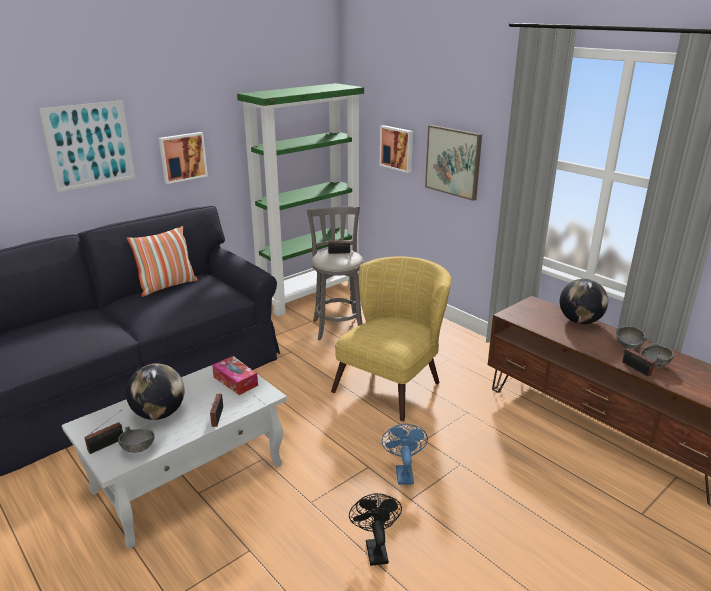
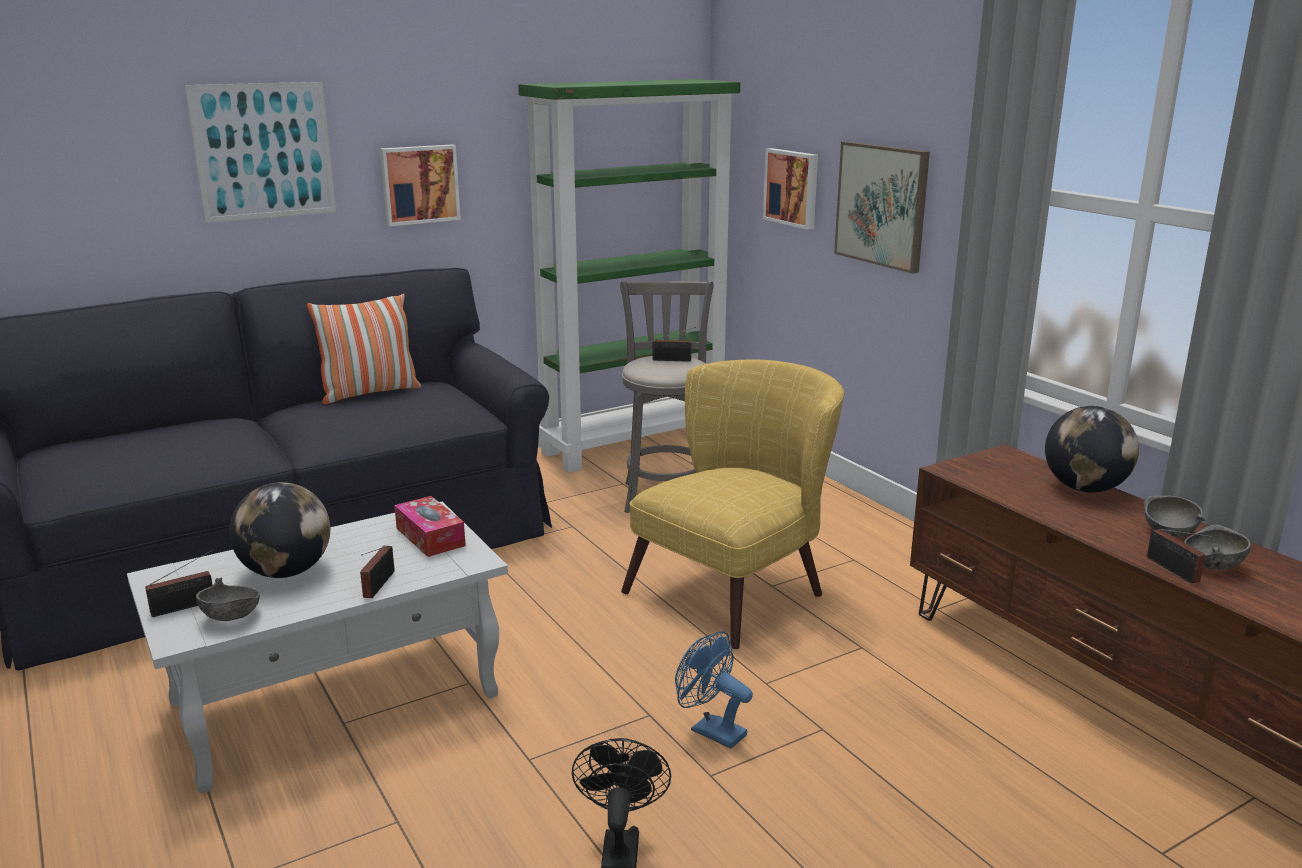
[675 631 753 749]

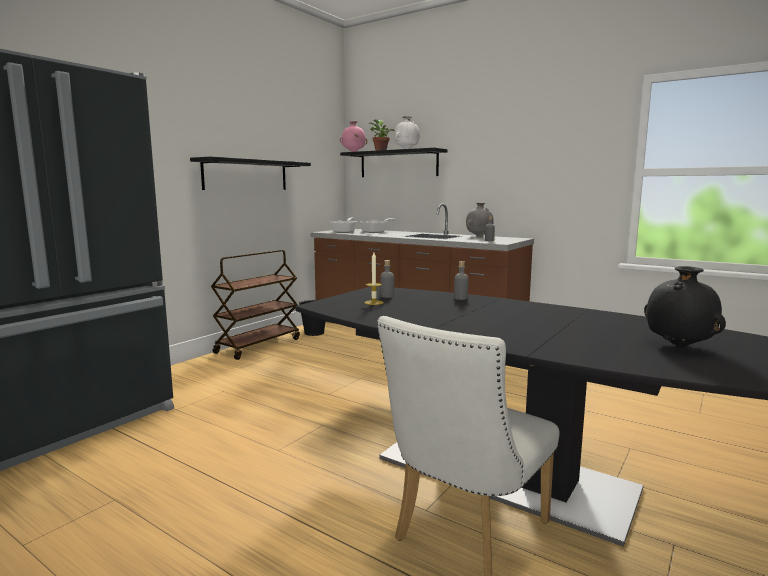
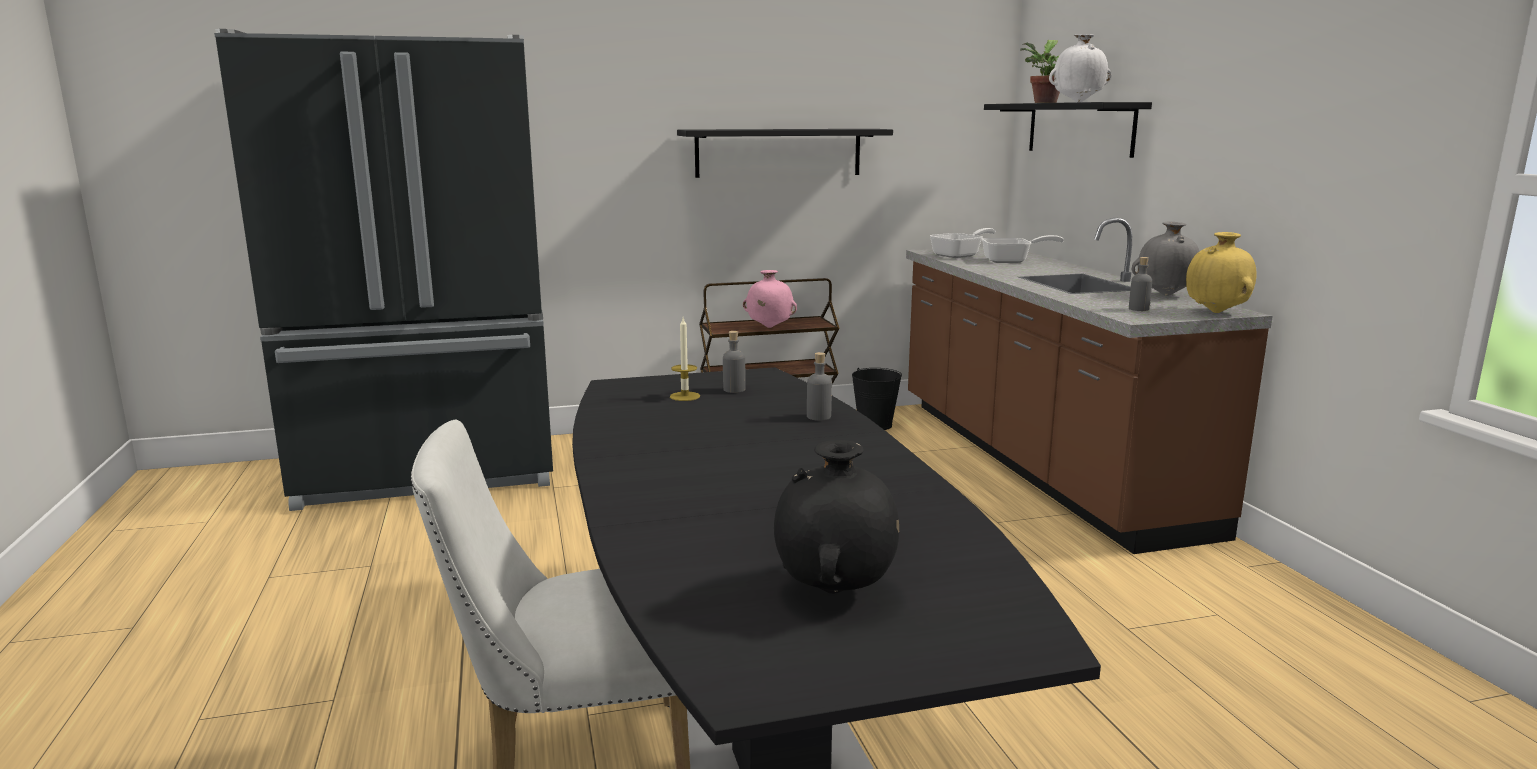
[743 270 797 328]
[1186 232 1257 313]

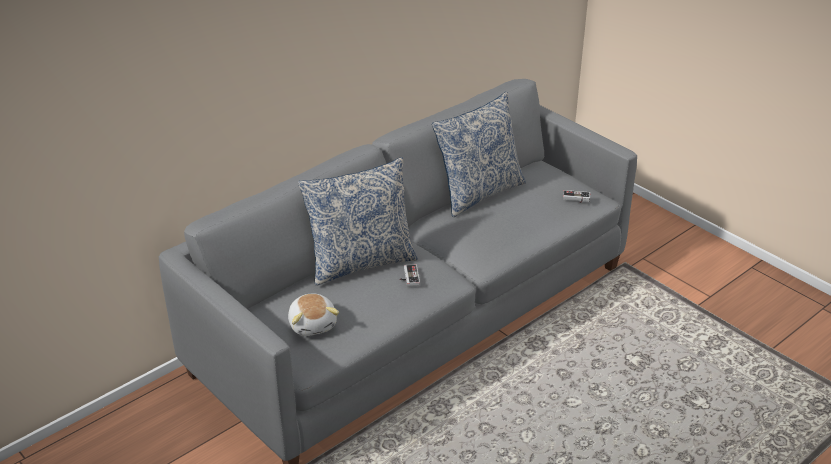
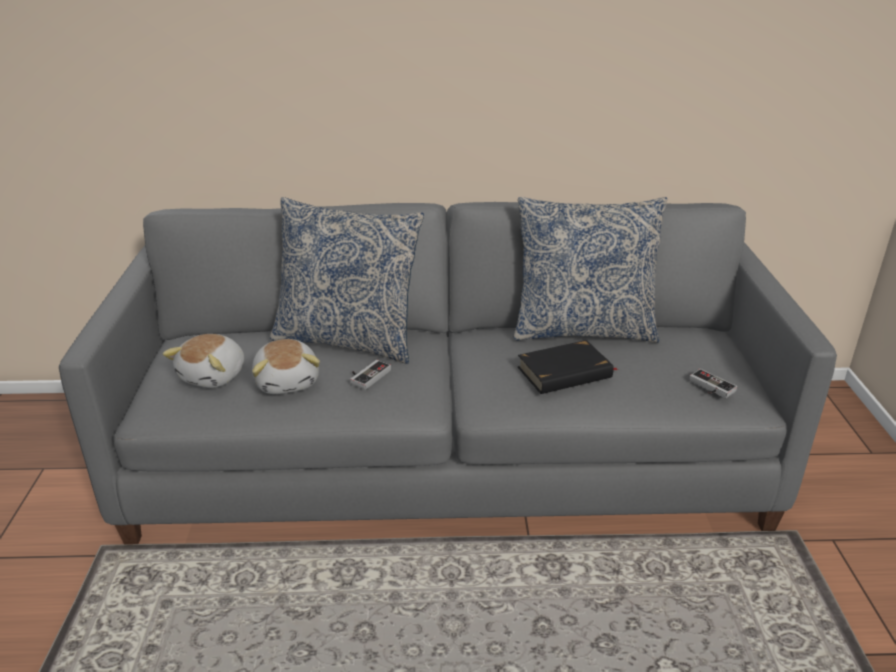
[252 339 320 394]
[518 340 619 394]

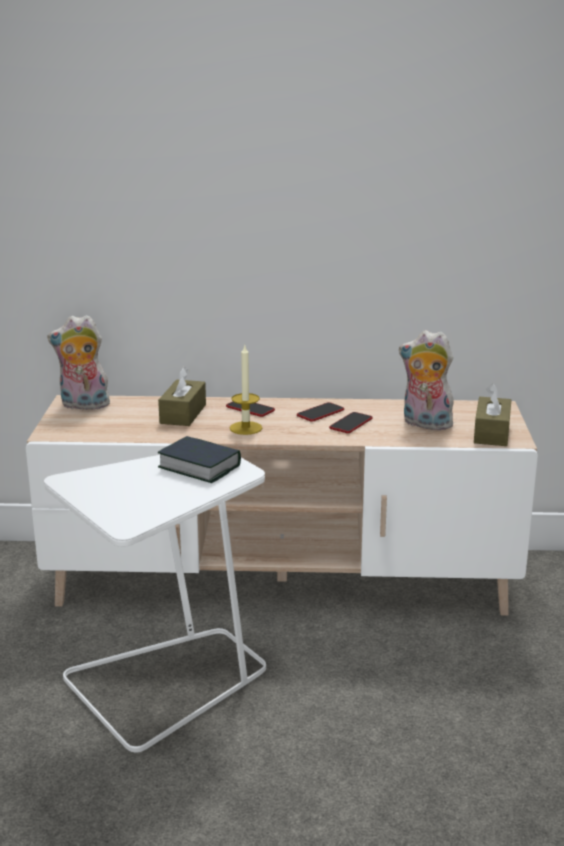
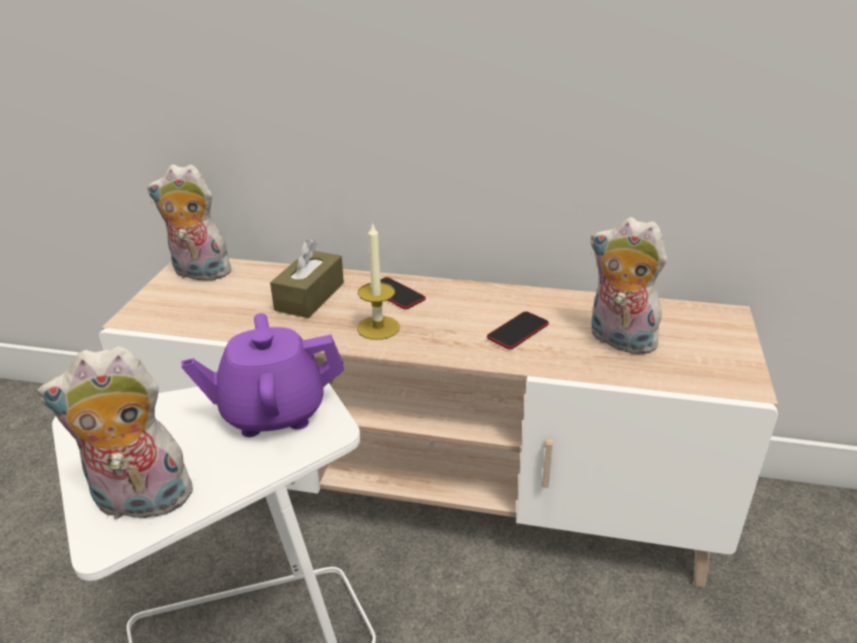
[37 346 196 525]
[181 313 344 437]
[297 402 344 422] (first image)
[474 383 511 446] (first image)

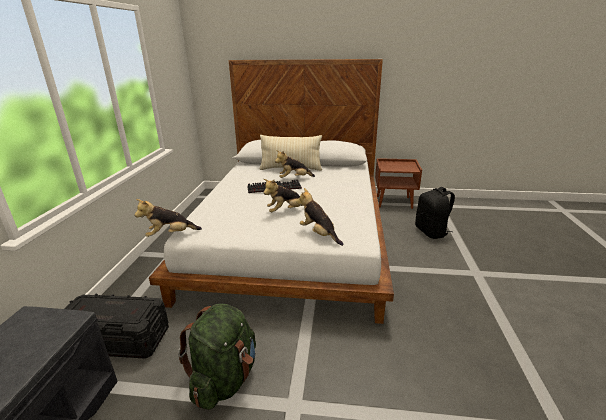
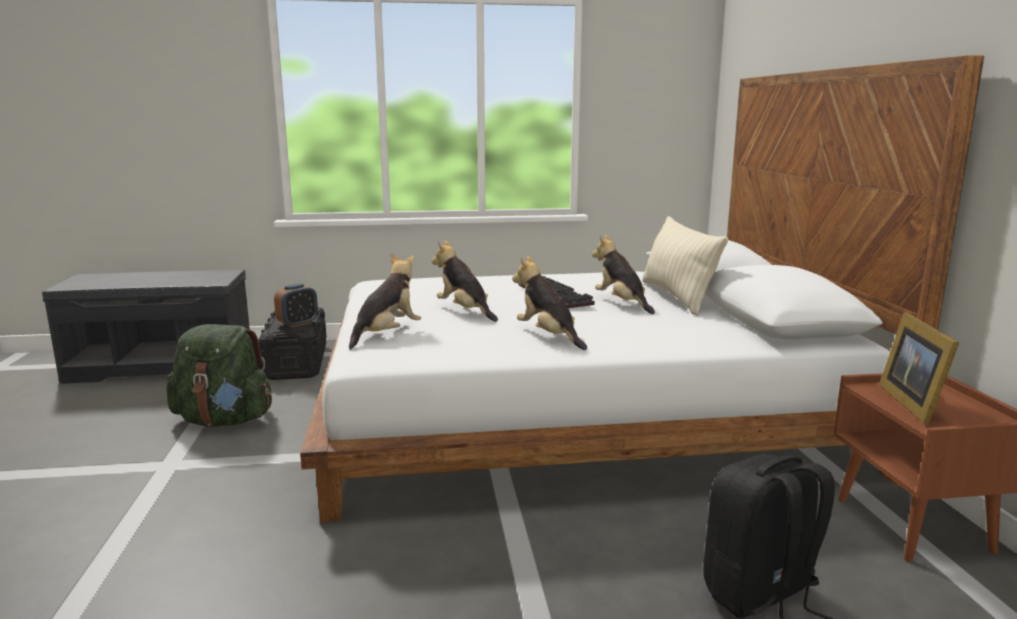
[274 283 318 328]
[512 255 587 350]
[879 312 959 425]

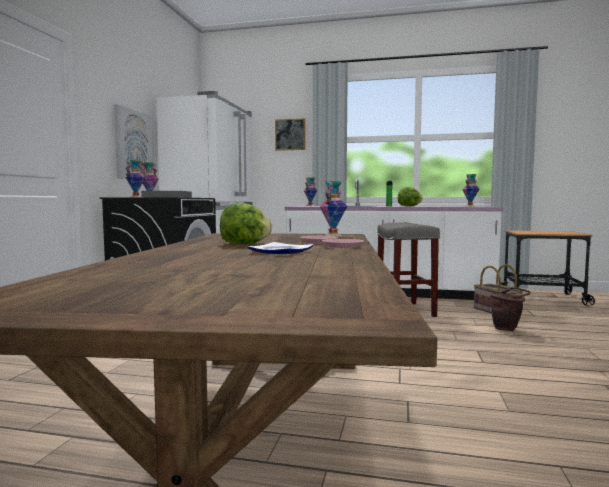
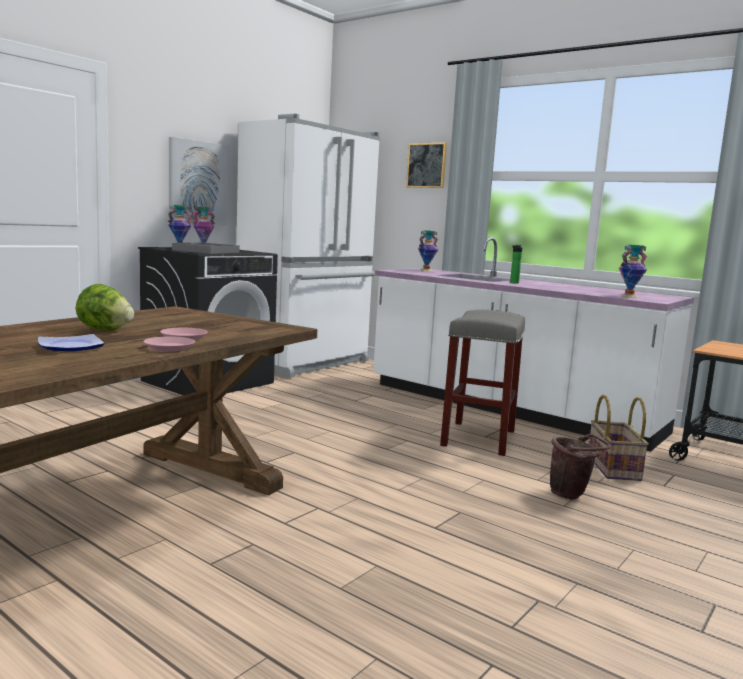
[319 181 347 236] (first image)
[398 187 423 207] (first image)

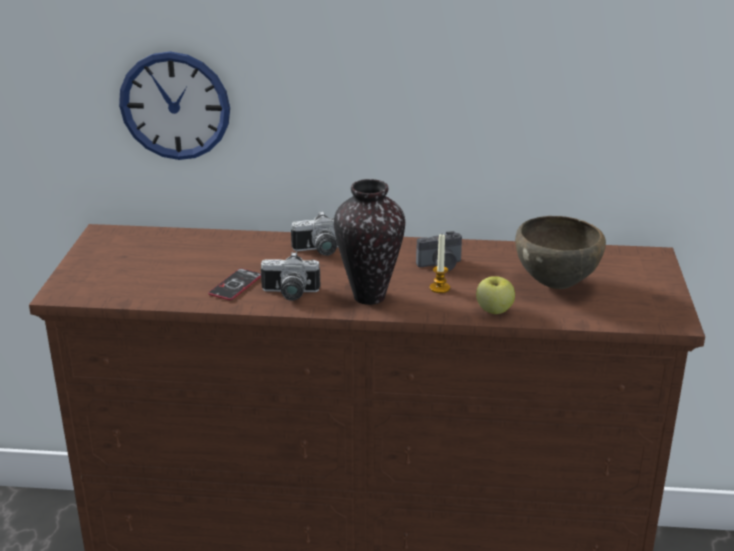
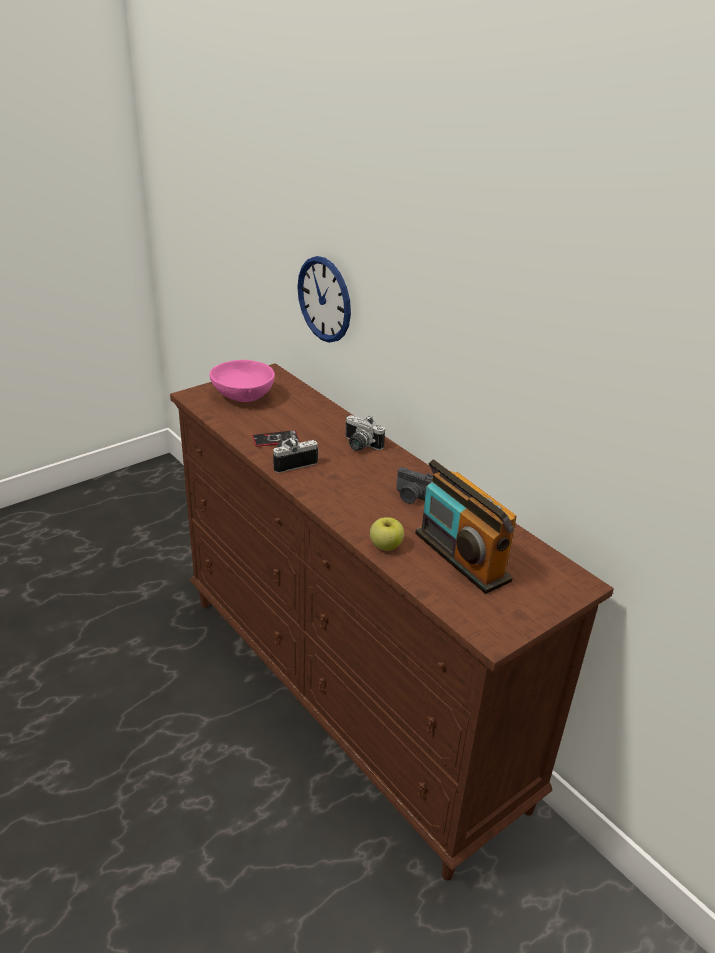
[209 360 275 402]
[273 438 318 473]
[415 459 517 594]
[334 179 405 305] (first image)
[430 234 450 293] (first image)

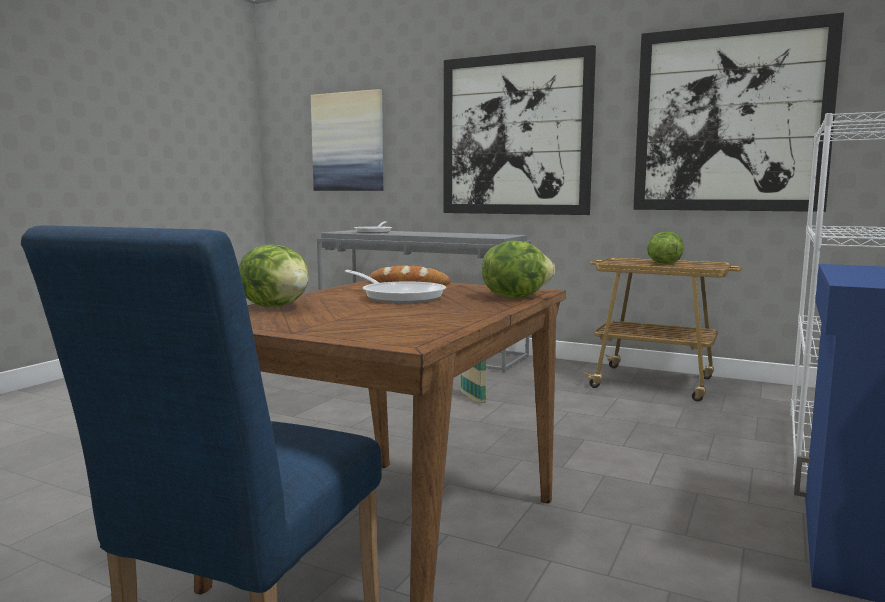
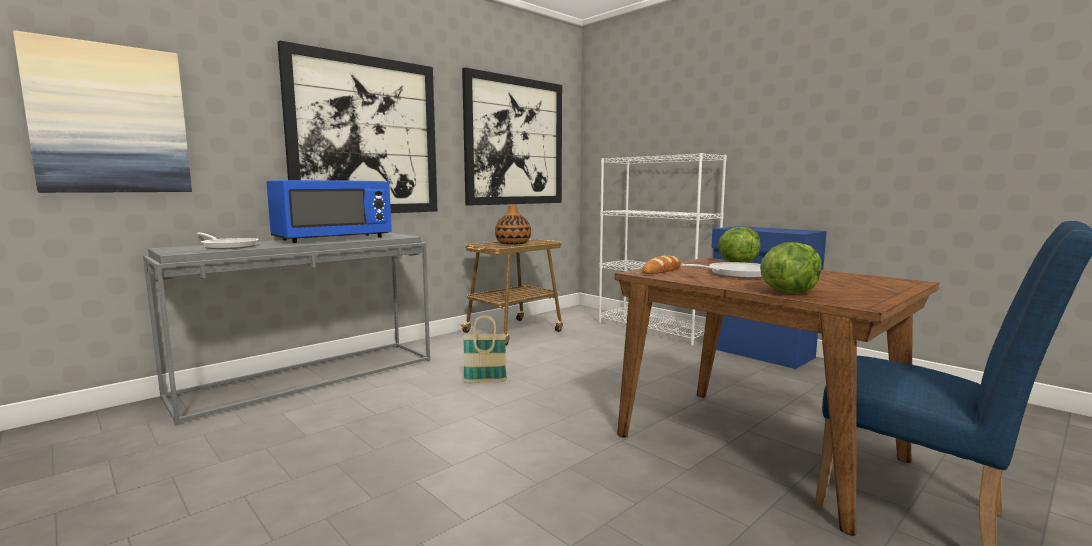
[266 180 392 243]
[495 205 531 244]

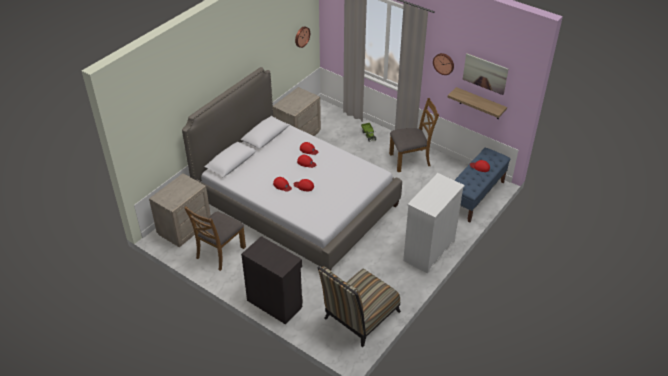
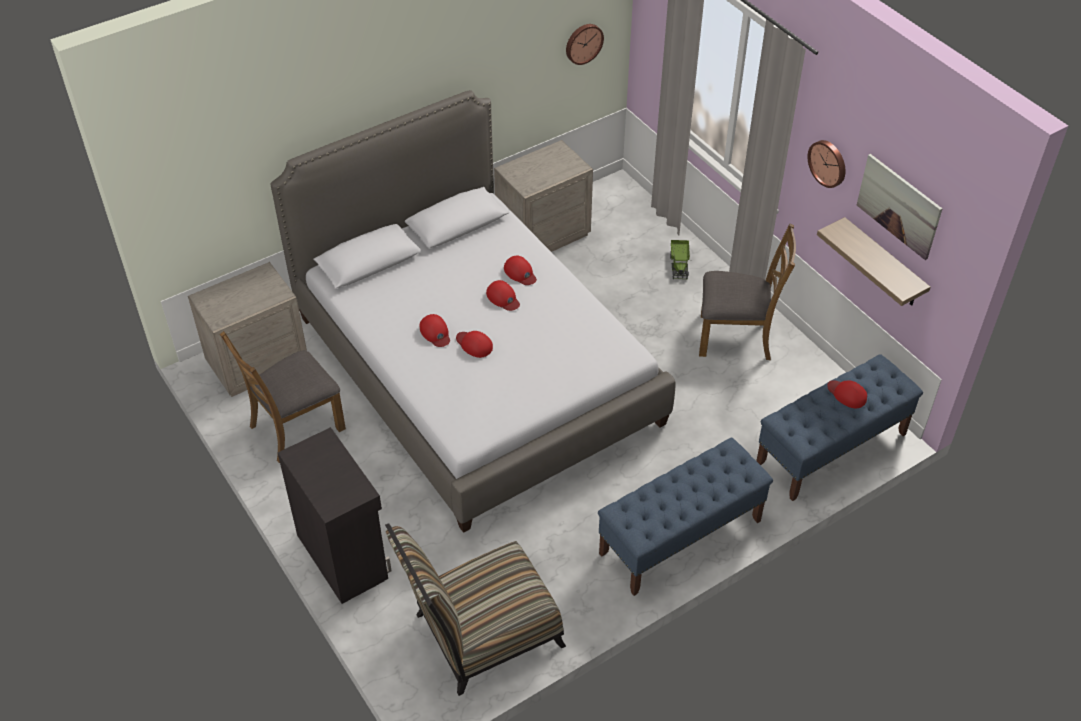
[598 437 773 596]

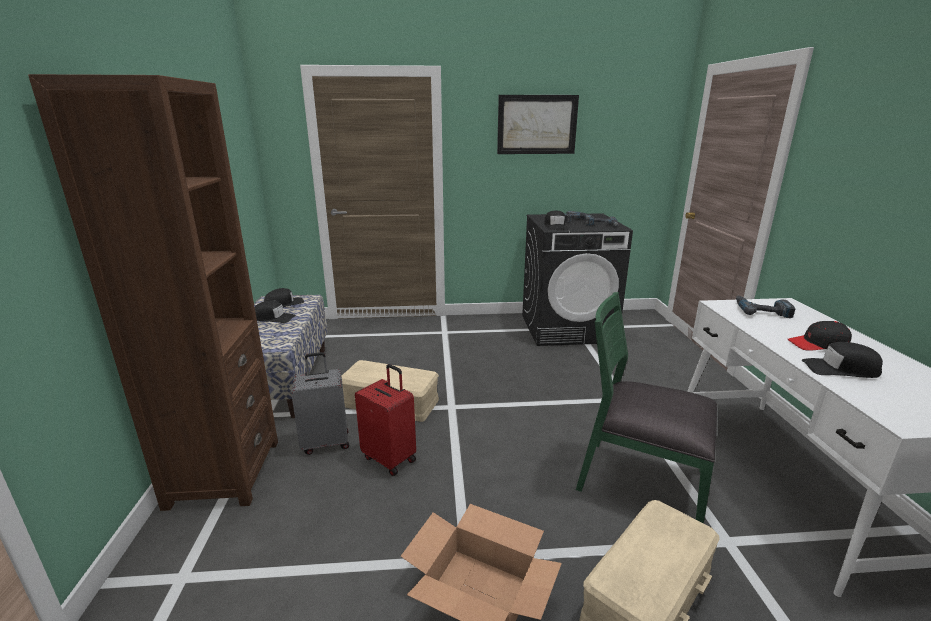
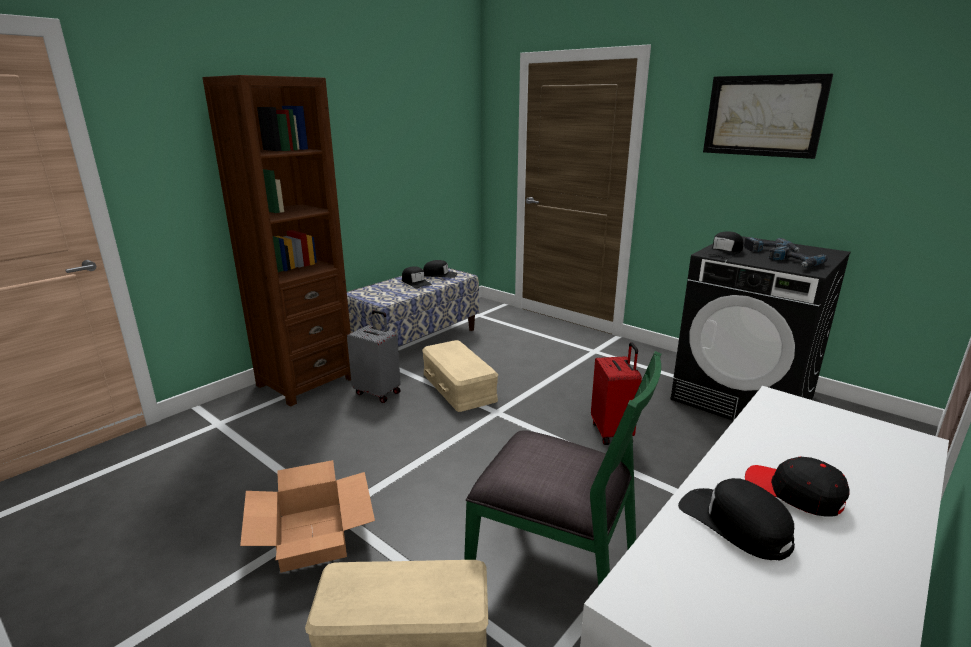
[464 351 662 586]
[591 342 642 445]
[736 296 796 318] (first image)

